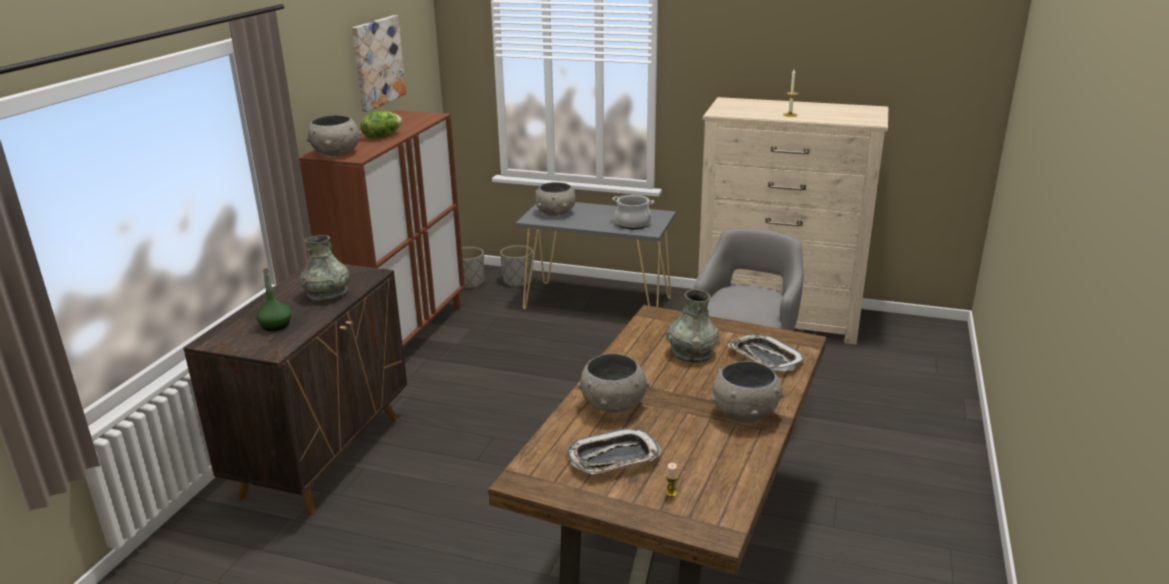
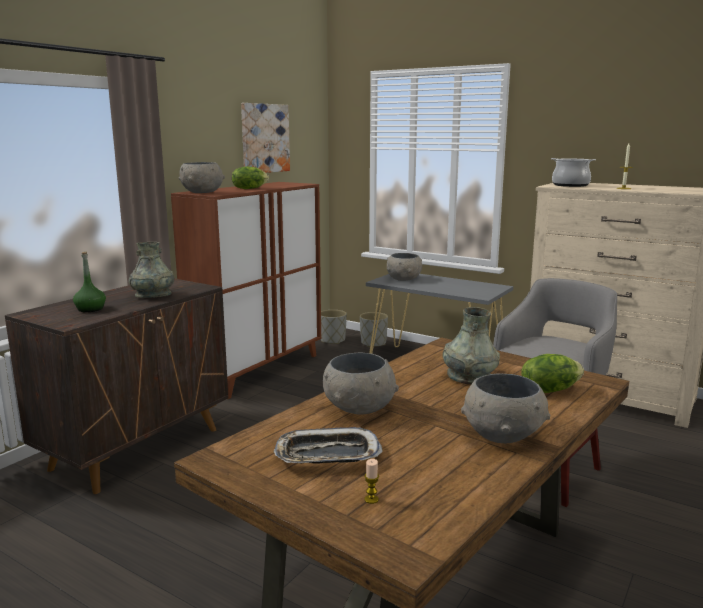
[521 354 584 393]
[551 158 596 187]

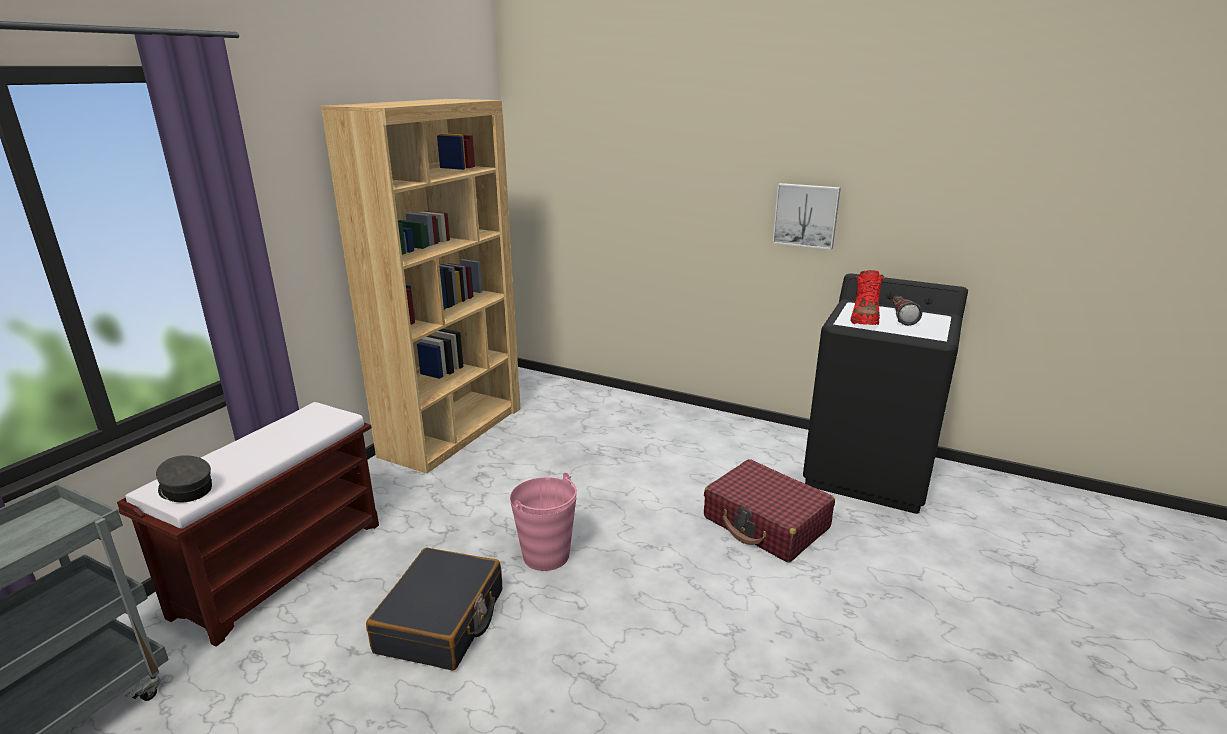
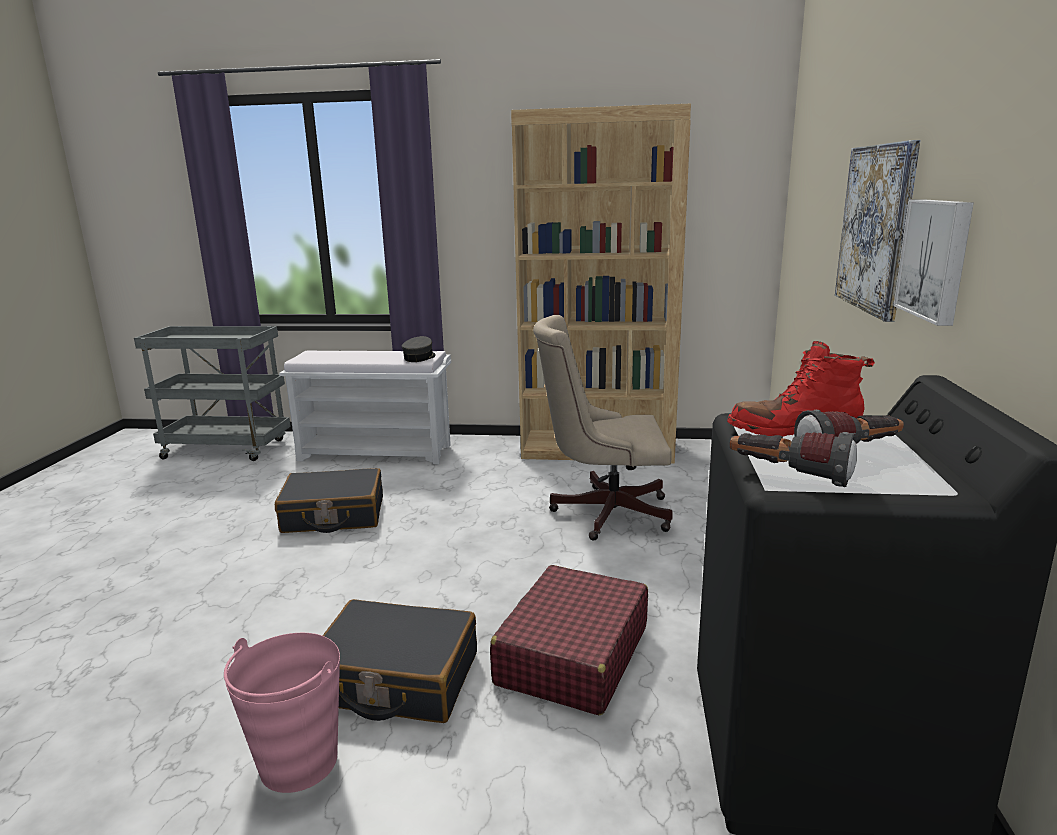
[224 633 340 793]
[279 351 451 464]
[323 599 477 723]
[402 336 435 362]
[533 315 673 541]
[730 432 857 487]
[835 140 920 322]

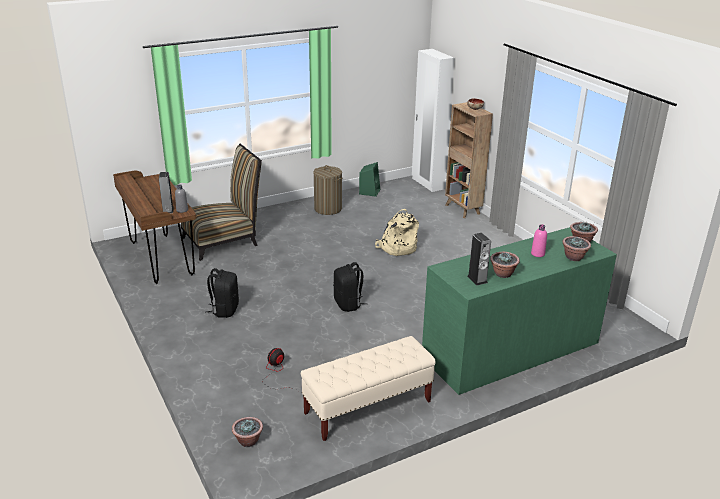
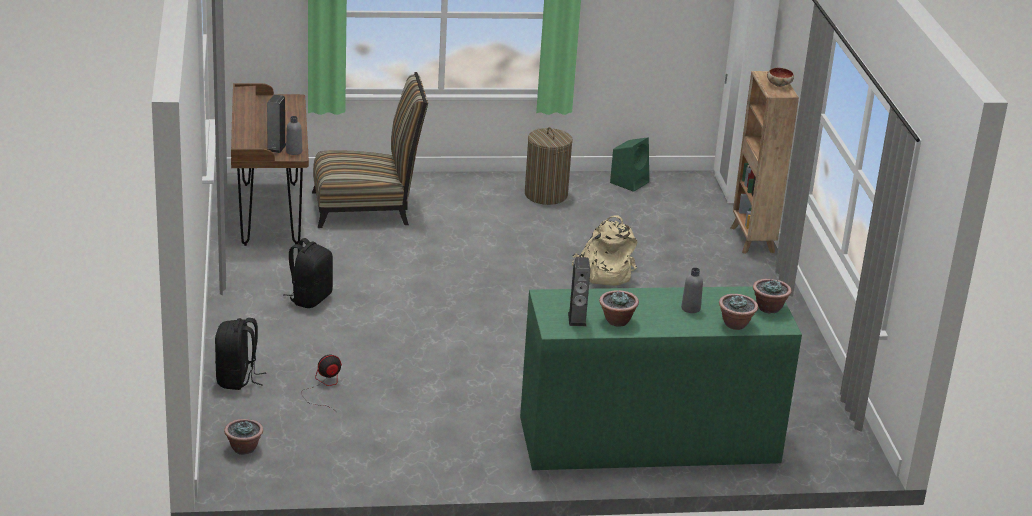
[215 318 266 390]
[681 268 703 313]
[301 336 436 441] (first image)

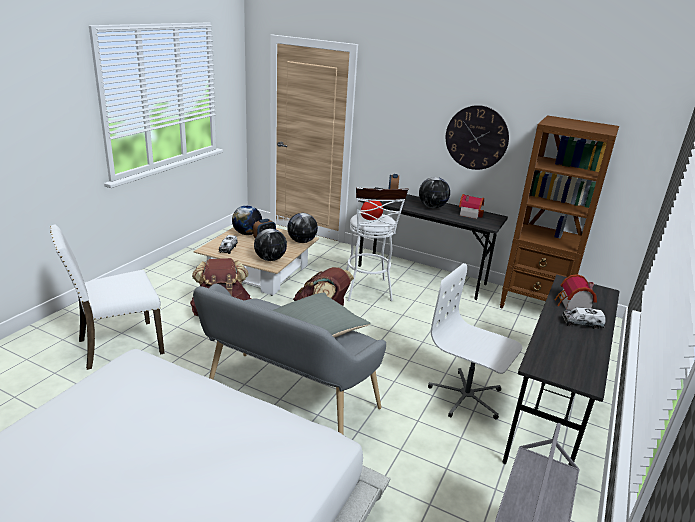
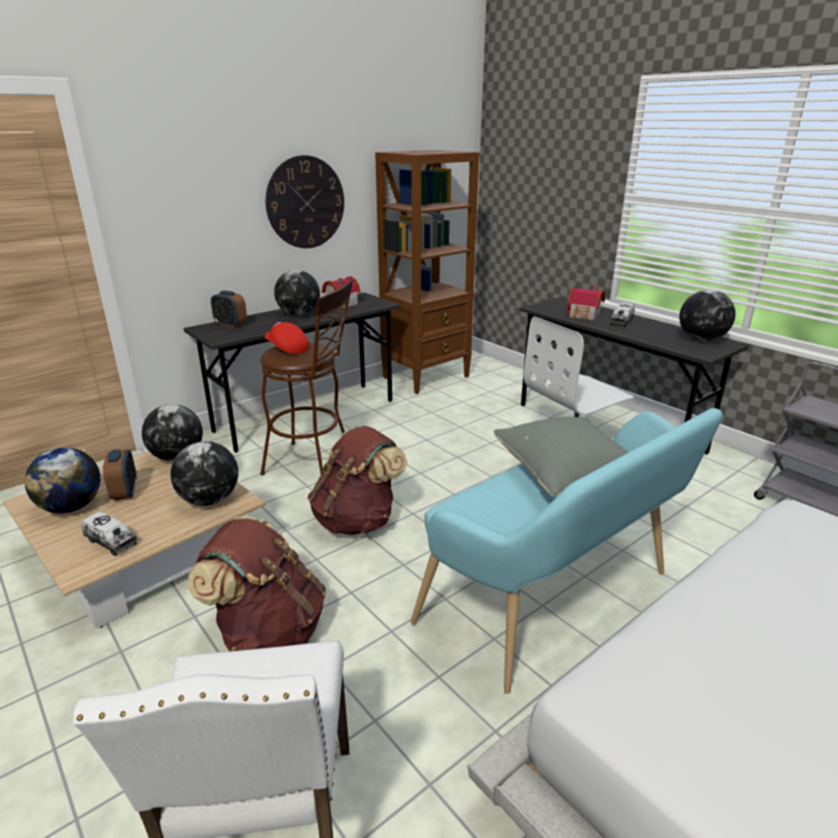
[260 278 353 475]
[411 408 723 694]
[679 290 736 341]

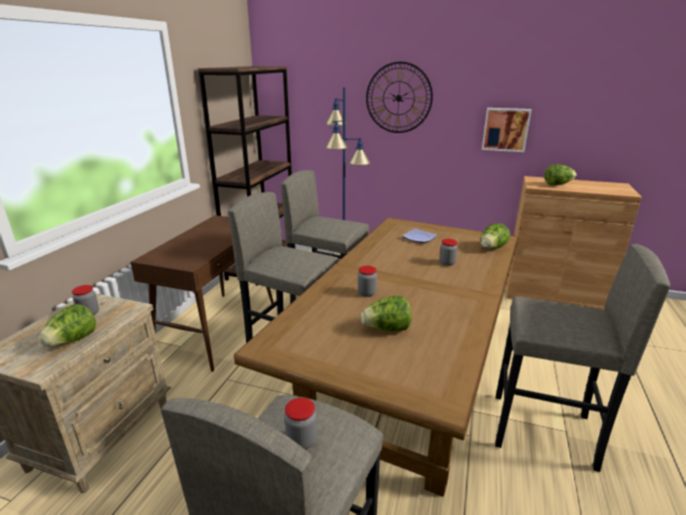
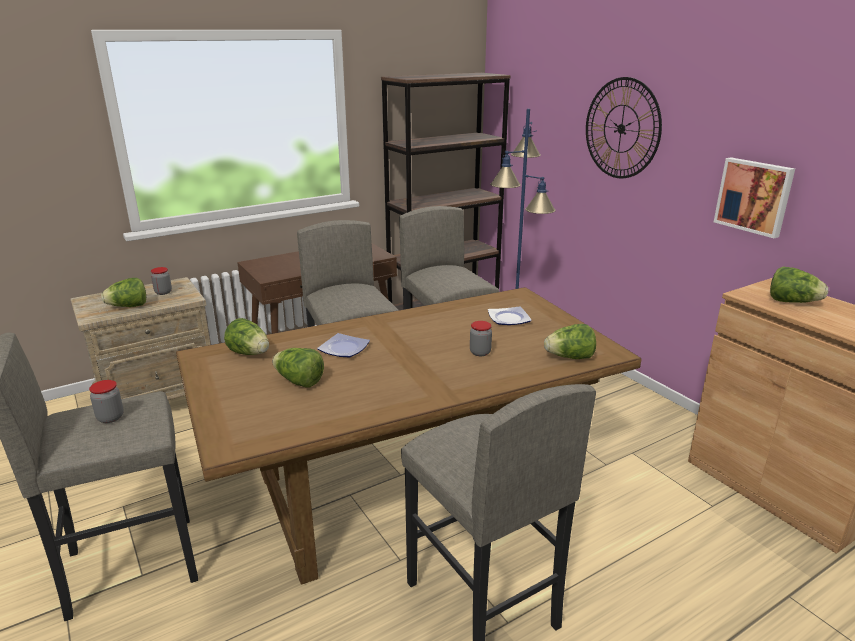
[224 318 269 355]
[317 333 370 357]

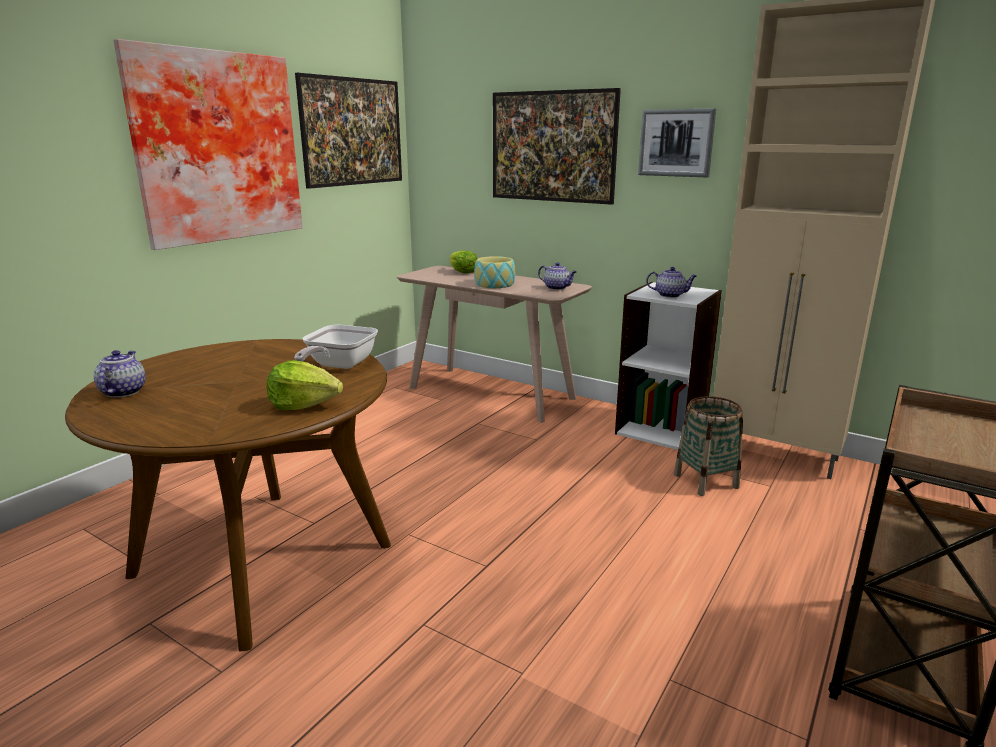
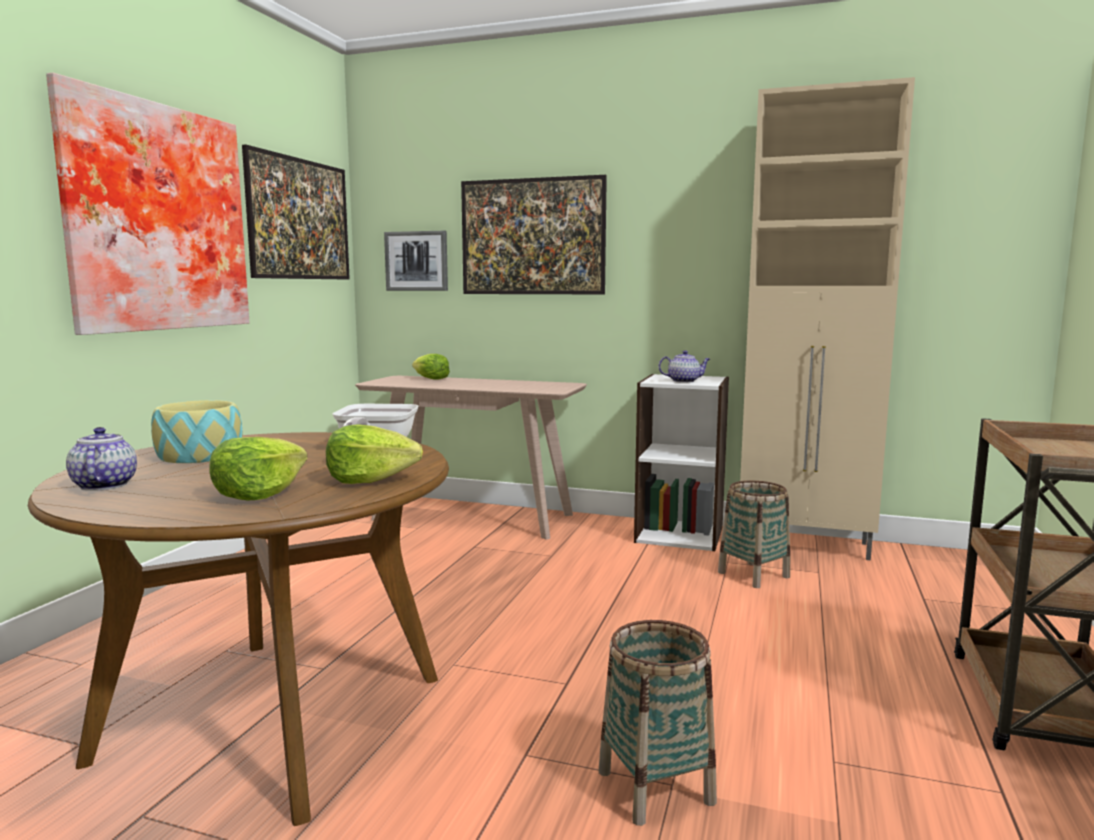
[151 400 243 463]
[209 437 308 501]
[384 231 448 291]
[599 620 717 826]
[538 262 577 290] (first image)

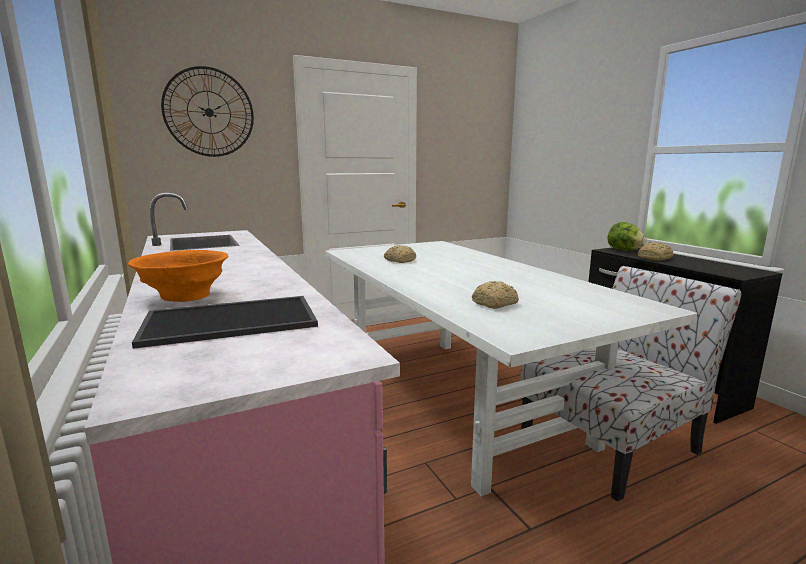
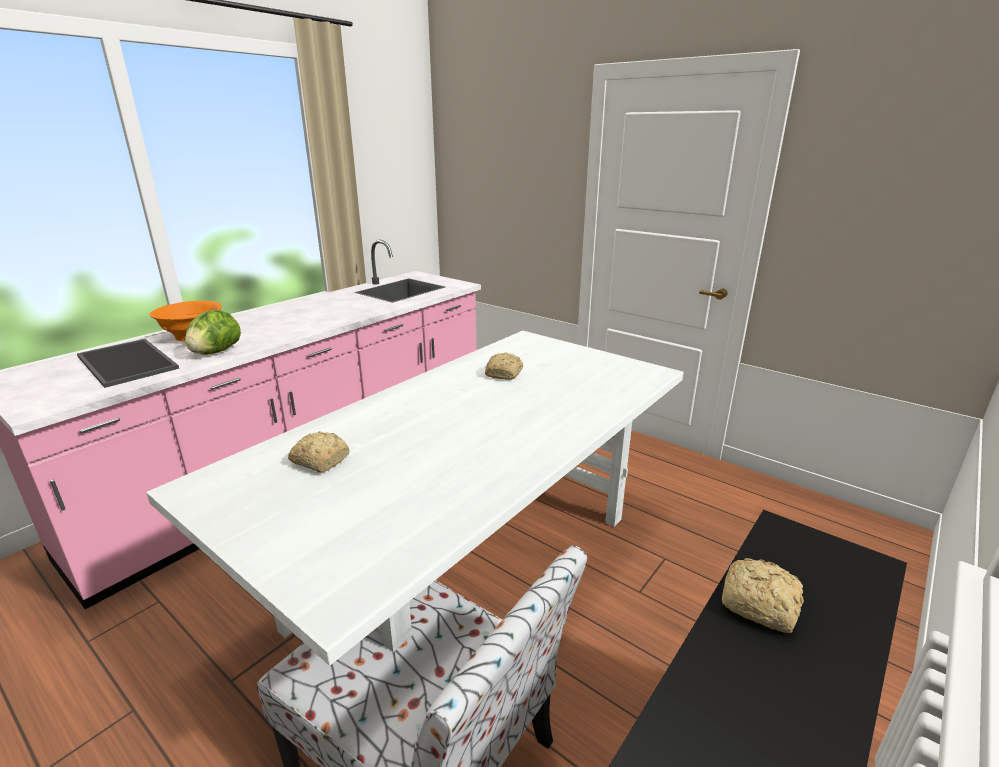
[185 310 241 355]
[161 66 254 157] (first image)

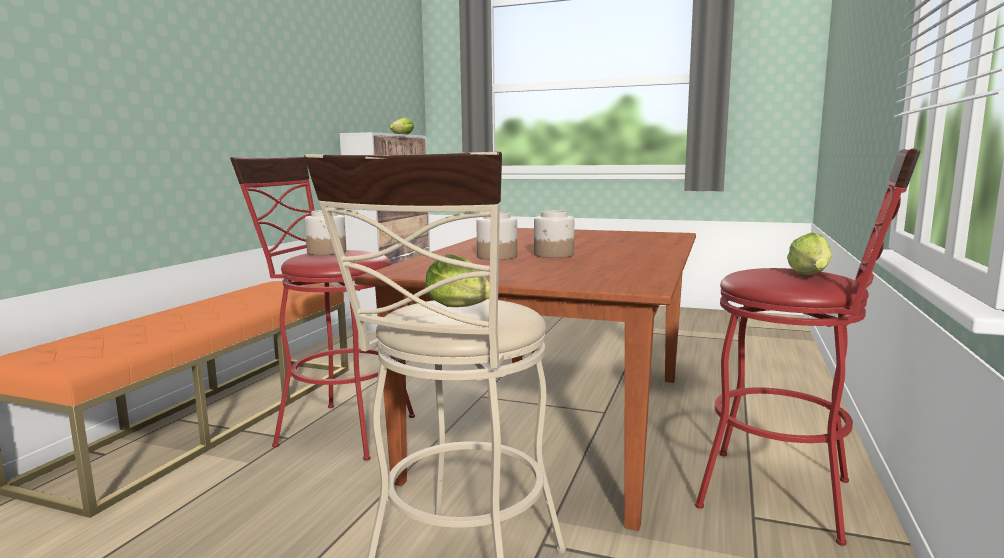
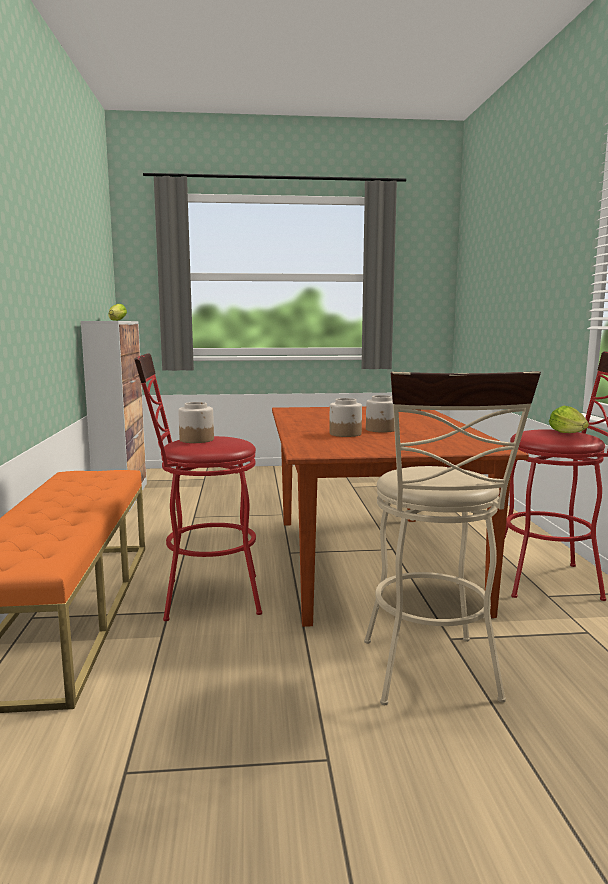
[424 254 489 307] (first image)

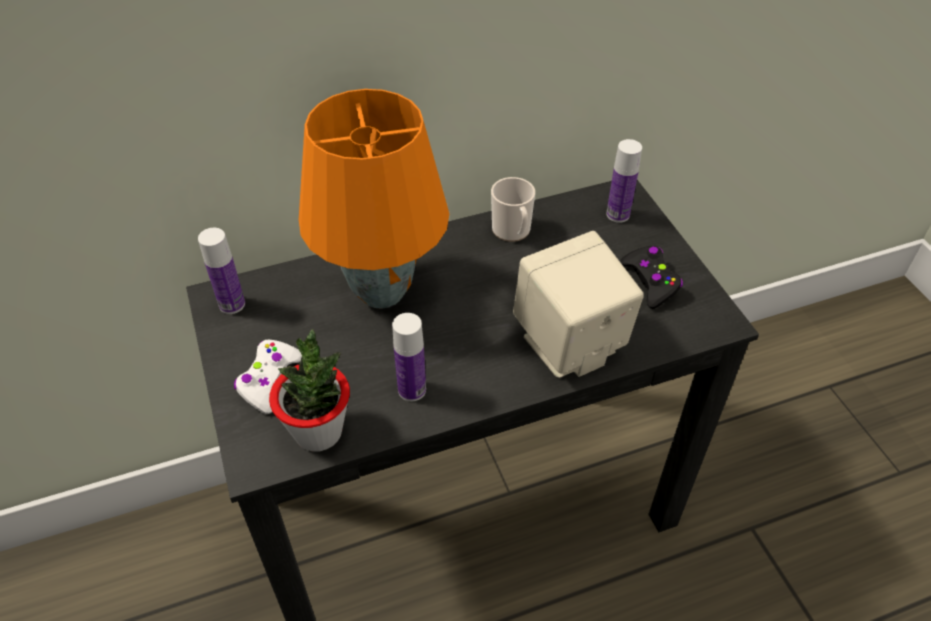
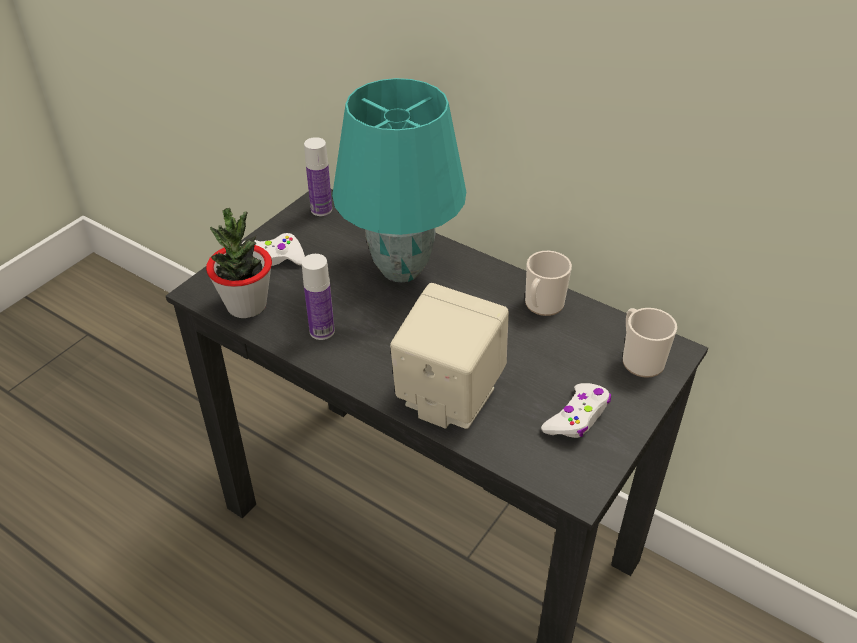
[332 78 466 282]
[541 383 611 438]
[623 308 677 378]

